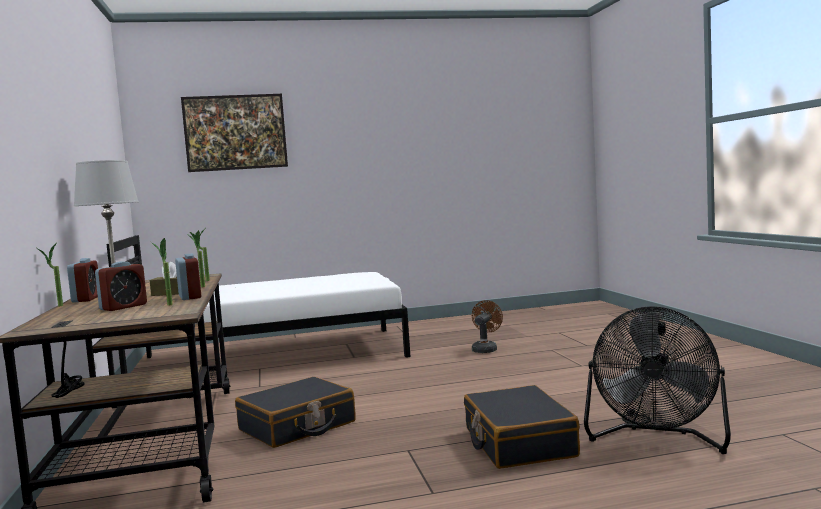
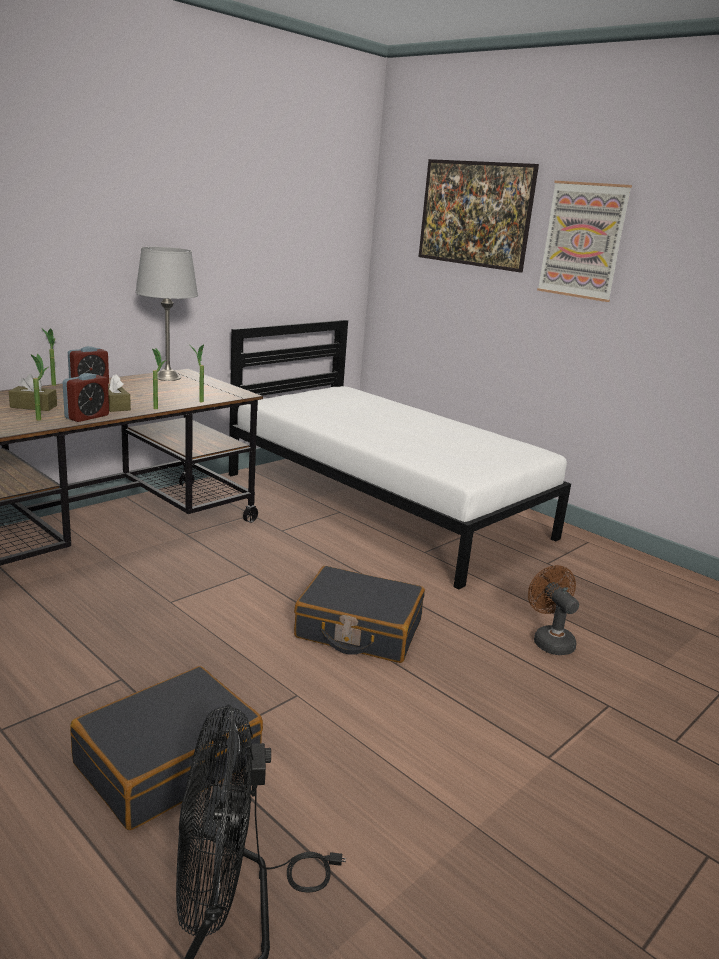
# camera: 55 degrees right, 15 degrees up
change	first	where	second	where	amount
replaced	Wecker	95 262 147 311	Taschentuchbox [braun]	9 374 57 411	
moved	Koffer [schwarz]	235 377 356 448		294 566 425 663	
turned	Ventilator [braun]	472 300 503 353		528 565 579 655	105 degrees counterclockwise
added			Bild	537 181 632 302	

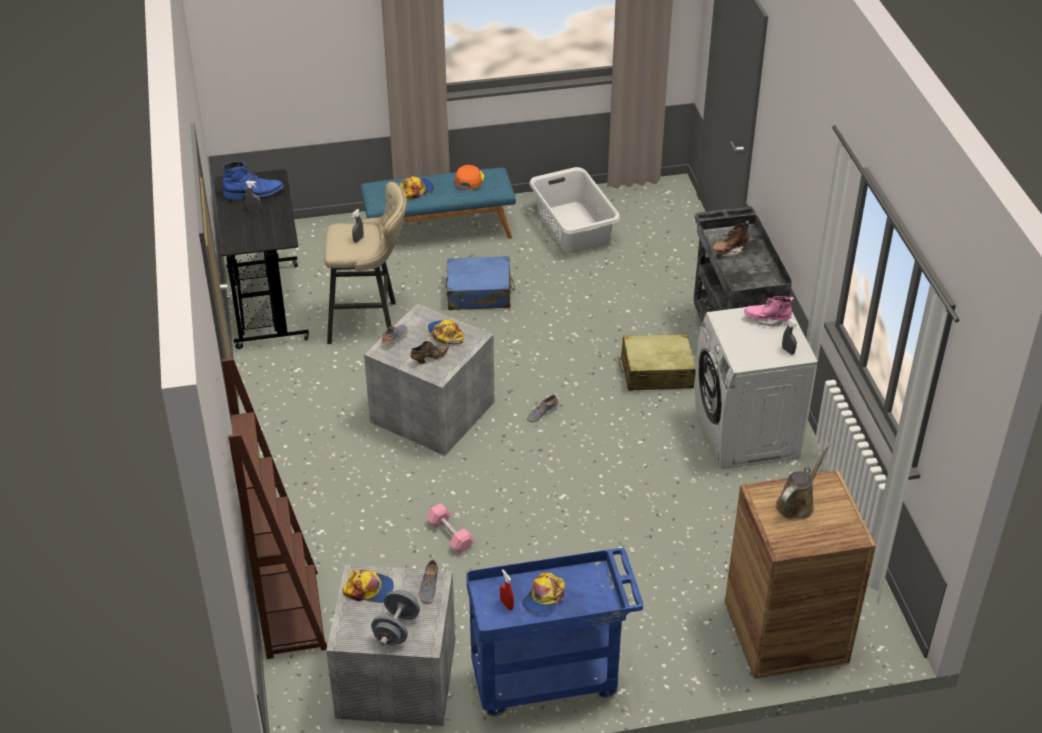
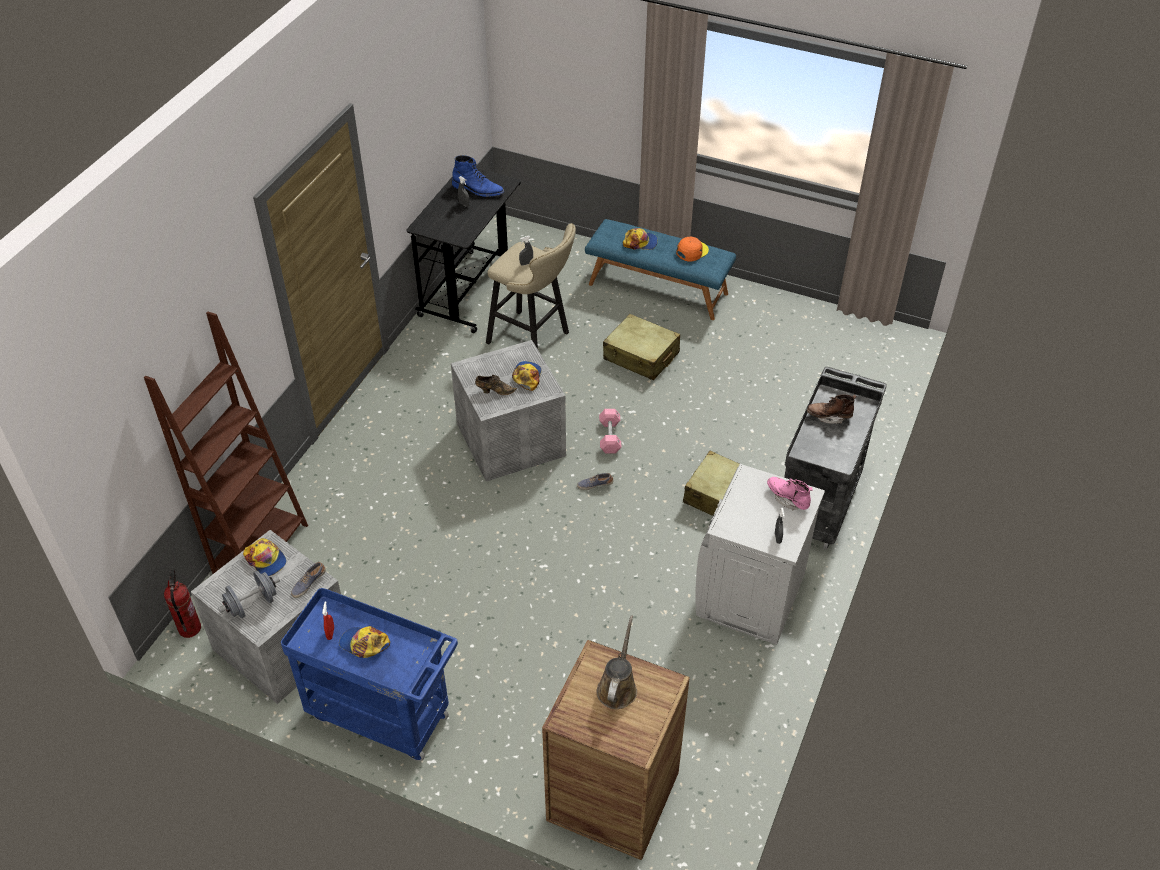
# camera: 35 degrees right, 5 degrees up
change	first	where	second	where	amount
added			Feuerlöscher	164 569 201 638	
turned	Kappe	522 572 565 614		339 626 390 658	45 degrees clockwise
turned	Gießkanne [braun]	776 443 831 521		597 615 637 709	60 degrees counterclockwise
moved	Hantel [rosa]	426 503 475 553		599 409 621 454	
recoloured	Koffer [blau]	446 256 515 310	Koffer [beige]	603 314 680 380	
removed	Schuh	382 325 408 345			
removed	Wäschekorb [grau]	529 167 620 253			

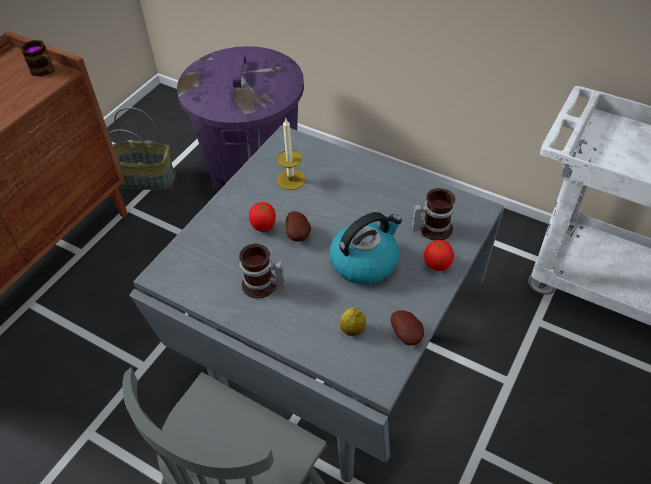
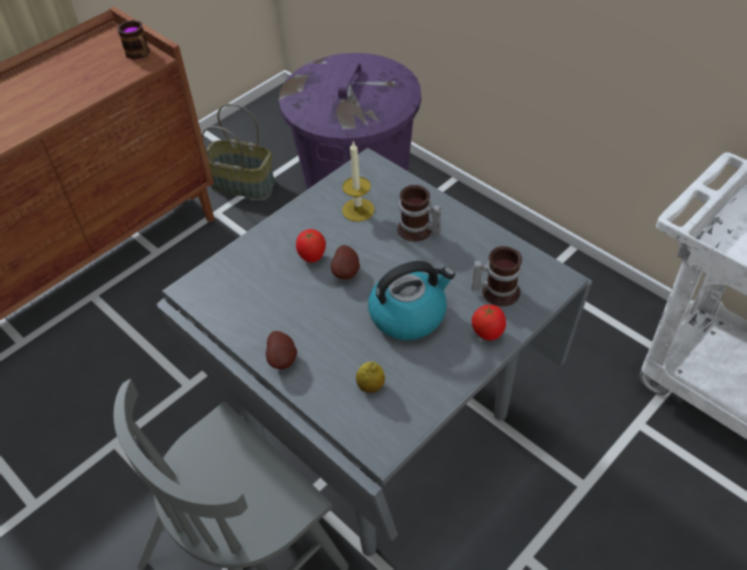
# camera: 15 degrees right, 0 degrees up
change	first	where	second	where	amount
moved	Kartoffel	391 310 424 345		266 331 297 369	
moved	Henkelbecher	239 244 285 298		397 185 441 242	

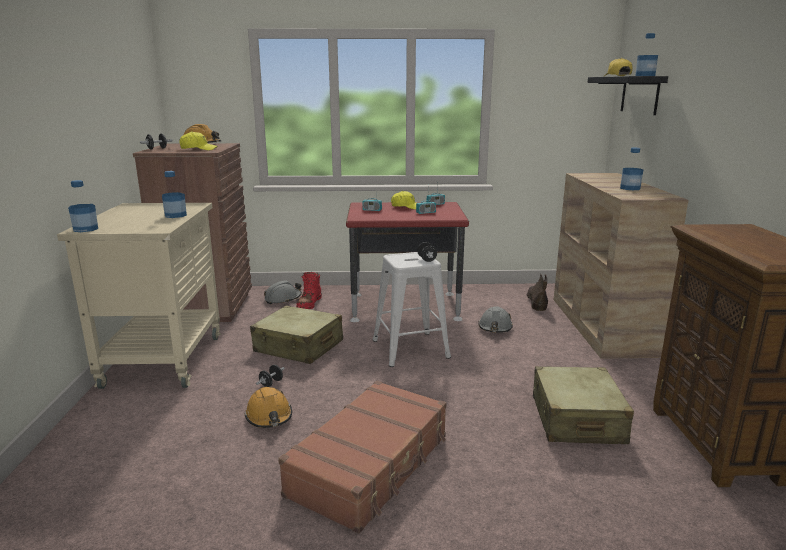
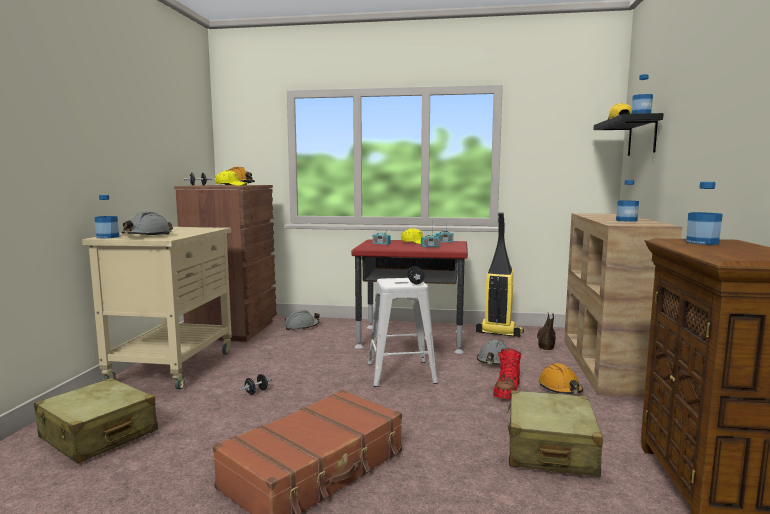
# camera: 10 degrees right, 10 degrees down
change	first	where	second	where	amount
moved	Koffer [beige]	250 305 343 364		34 378 158 464	
added			Schutzhelm [grau]	122 211 173 235	
added			Staubsauger	476 212 524 338	
moved	Stiefel [rot]	296 272 322 309		493 348 522 399	
moved	Schutzhelm [orange]	244 387 292 428		539 363 583 394	
moved	Flasche	162 171 187 218		686 182 723 245	

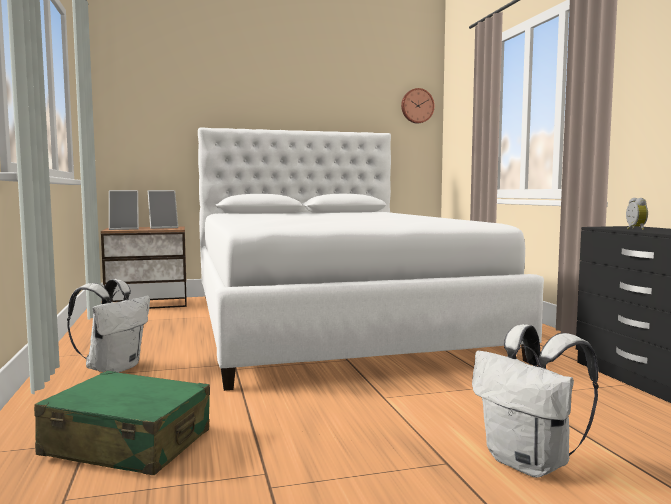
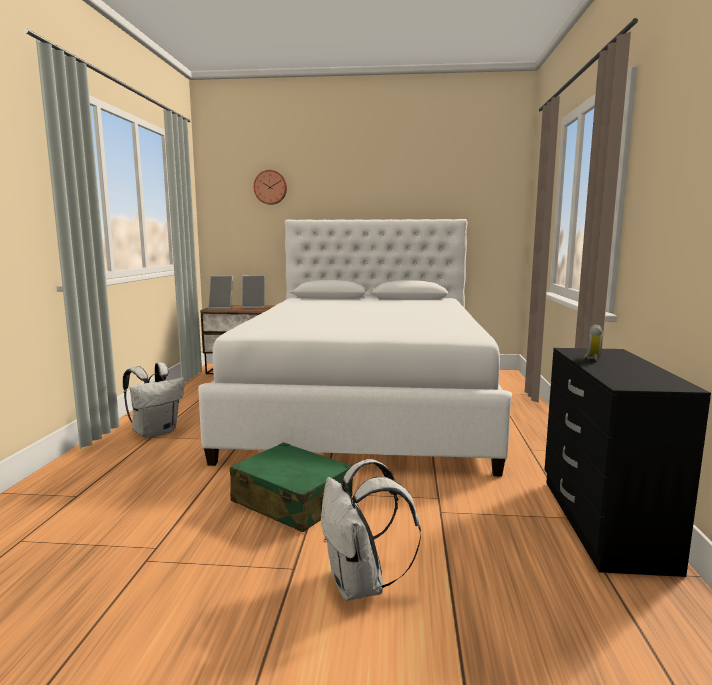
# camera: 20 degrees right, 5 degrees up
change	first	where	second	where	amount
moved	Koffer [grün]	34 371 210 475		230 442 353 532	
moved	Wanduhr	401 88 434 123		253 170 287 205	

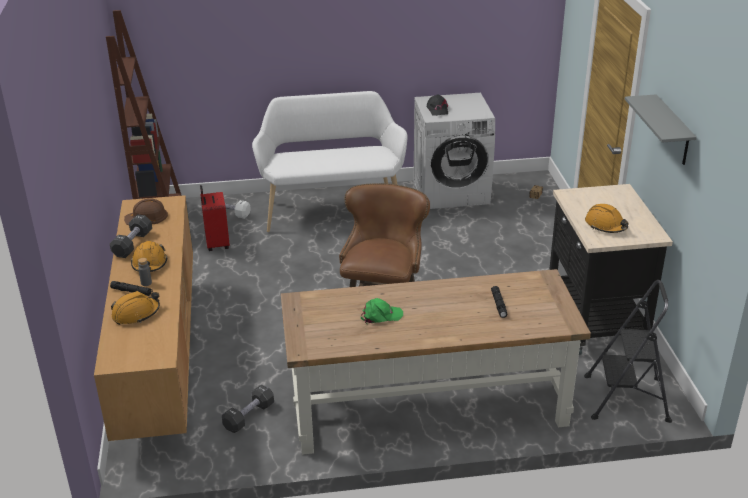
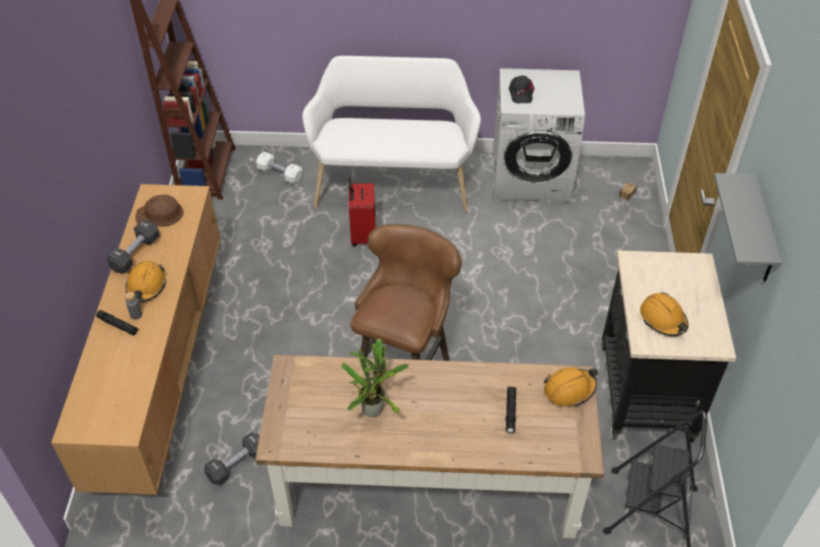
# camera: 10 degrees right, 15 degrees up
change	first	where	second	where	amount
replaced	Kappe [grün]	361 298 403 324	Topfpflanze	341 338 409 417	
moved	Koffer [rot]	200 185 230 251		349 178 376 246	
moved	Schutzhelm [orange]	111 291 160 325		544 368 598 406	

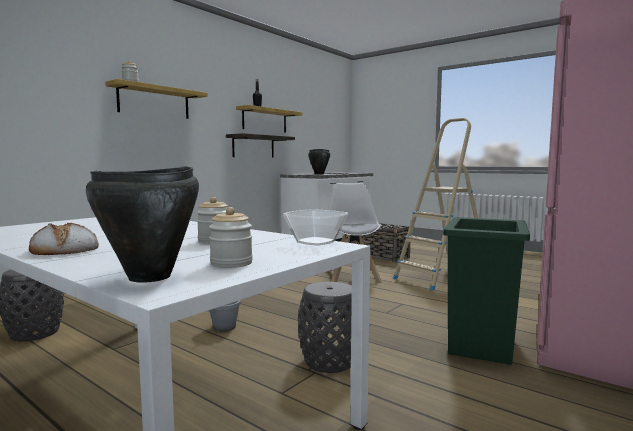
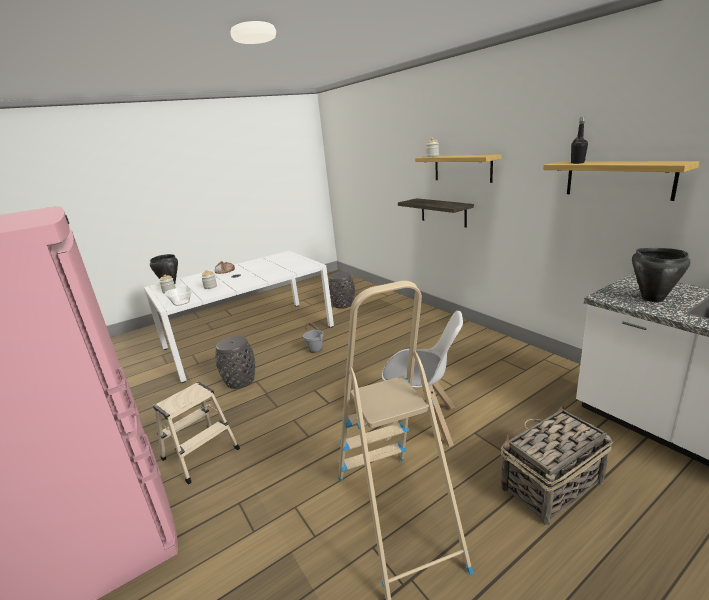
# camera: 110 degrees right, 15 degrees up
change	first	where	second	where	amount
replaced	Mülleimer [grün]	443 217 530 365	Trittleiter [beige]	153 381 240 484	
moved	Wandregal	226 133 295 158		398 198 474 228	

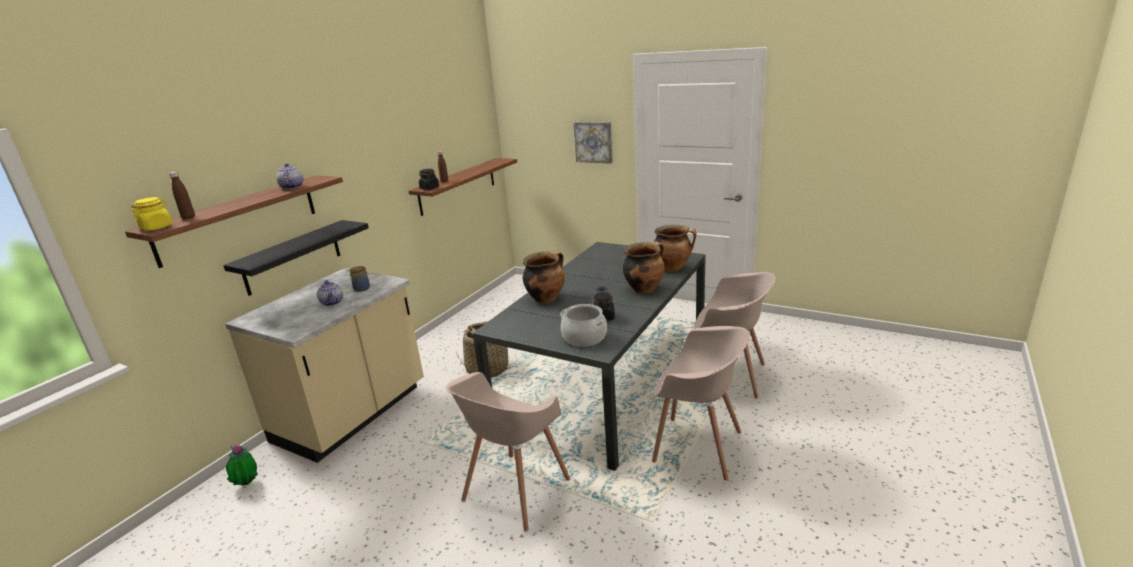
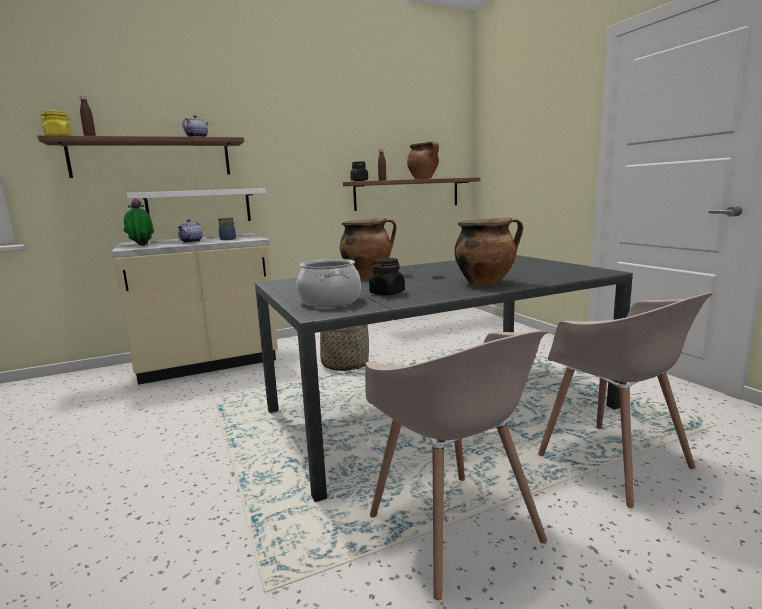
# camera: 35 degrees right, 10 degrees down
change	first	where	second	where	amount
moved	Topfpflanze	226 445 258 486		124 198 154 246	
recoloured	Wandregal [schwarz]	223 220 369 296	Wandregal [weiß]	127 188 266 221	
moved	Kochtopf	654 225 697 271		407 142 439 179	
removed	Stuhl [beige]	446 372 570 531			
removed	Bild	574 122 613 164			

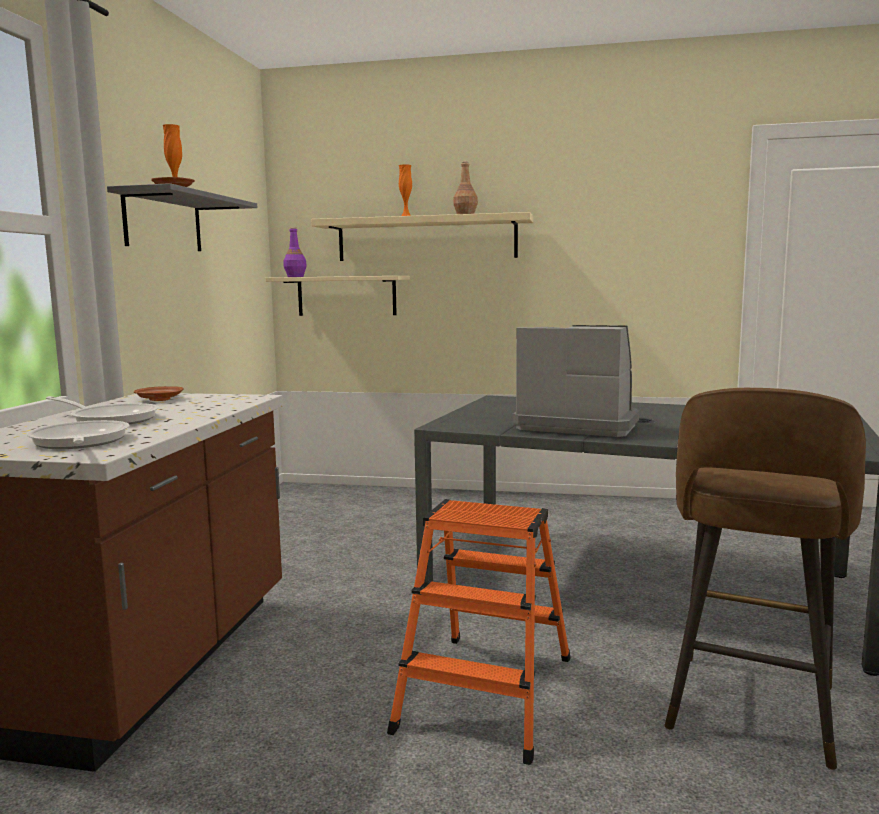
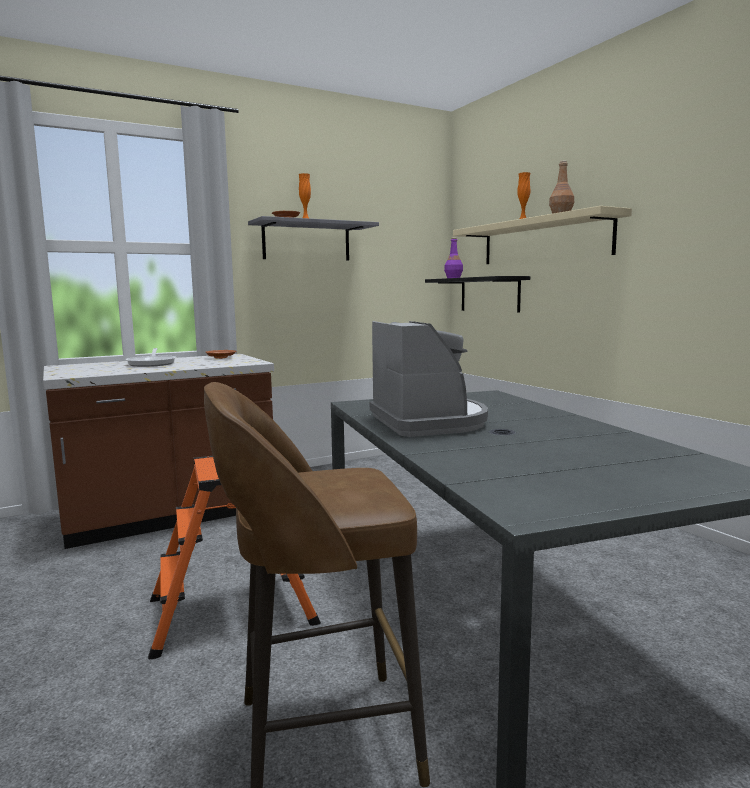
# camera: 50 degrees right, 0 degrees up
change	first	where	second	where	amount
recoloured	Wandregal [beige]	265 276 410 316	Wandregal [schwarz]	425 276 530 312	
removed	Pfanne	27 420 130 449			

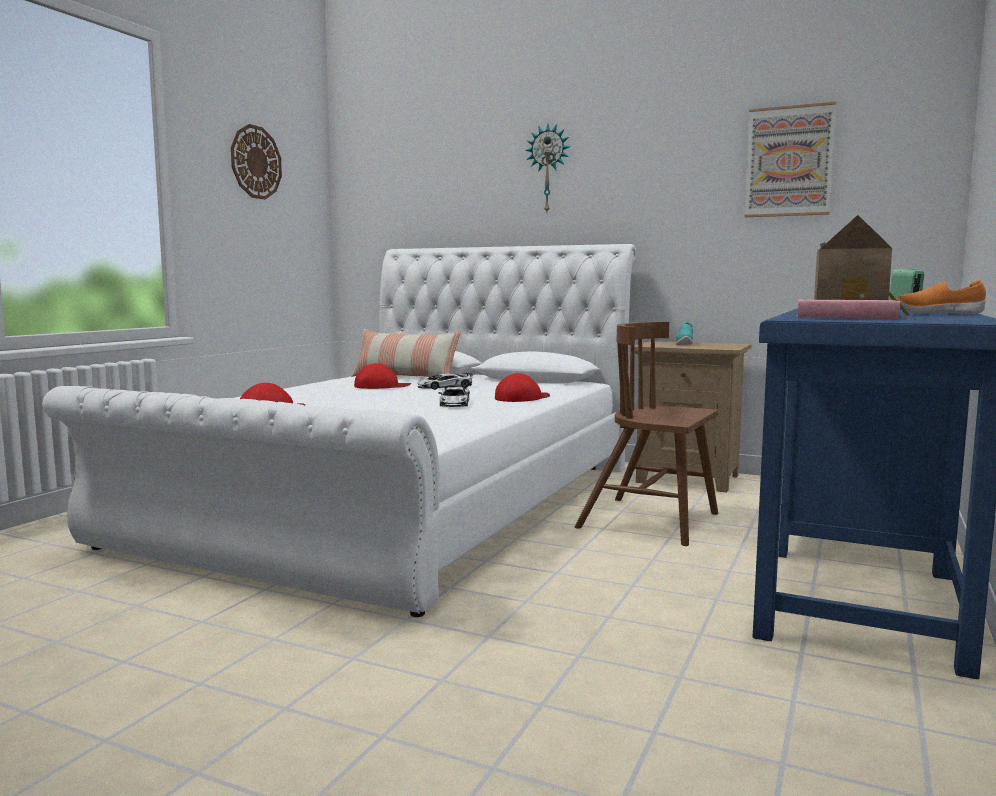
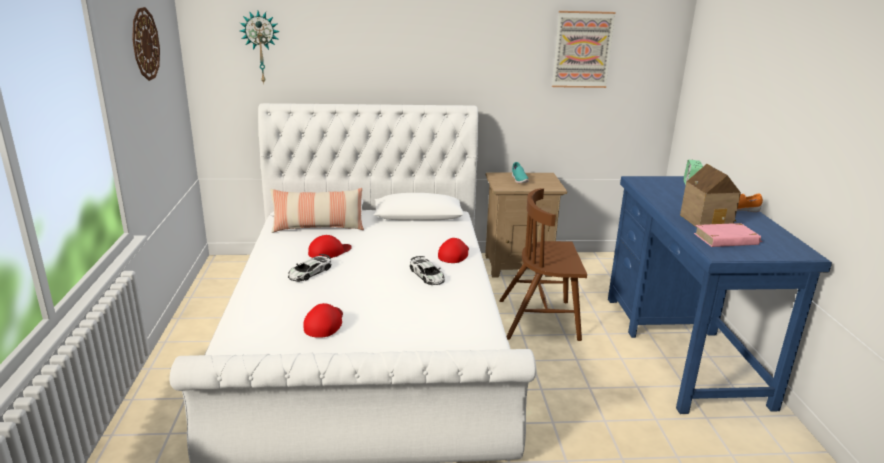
# camera: 30 degrees left, 15 degrees up
change	first	where	second	where	amount
moved	Wanduhr	525 124 570 212		240 11 280 83	
moved	Spielzeugauto	417 373 473 390		288 254 331 282	

